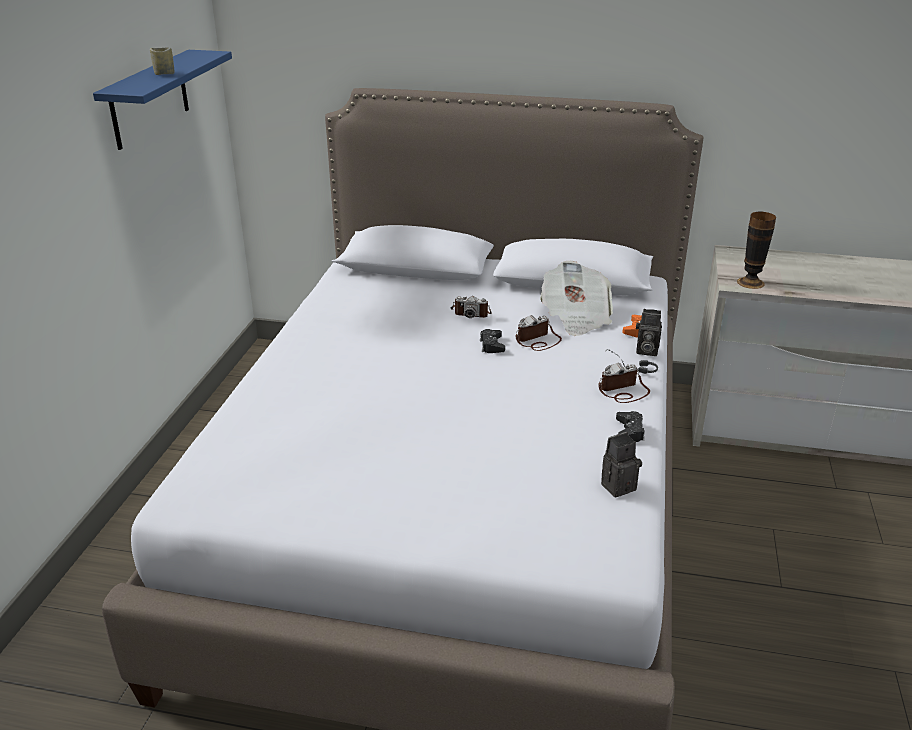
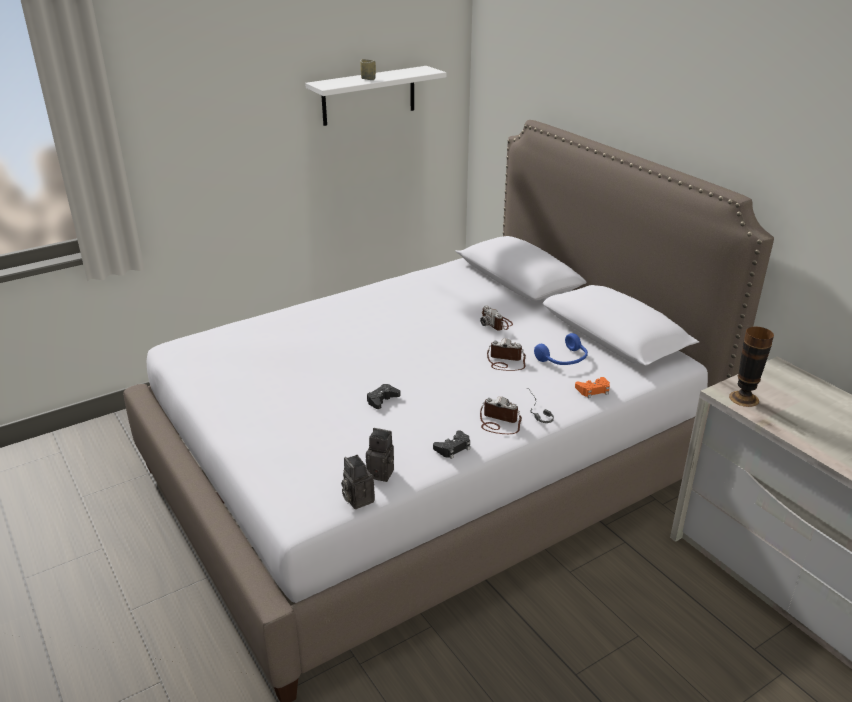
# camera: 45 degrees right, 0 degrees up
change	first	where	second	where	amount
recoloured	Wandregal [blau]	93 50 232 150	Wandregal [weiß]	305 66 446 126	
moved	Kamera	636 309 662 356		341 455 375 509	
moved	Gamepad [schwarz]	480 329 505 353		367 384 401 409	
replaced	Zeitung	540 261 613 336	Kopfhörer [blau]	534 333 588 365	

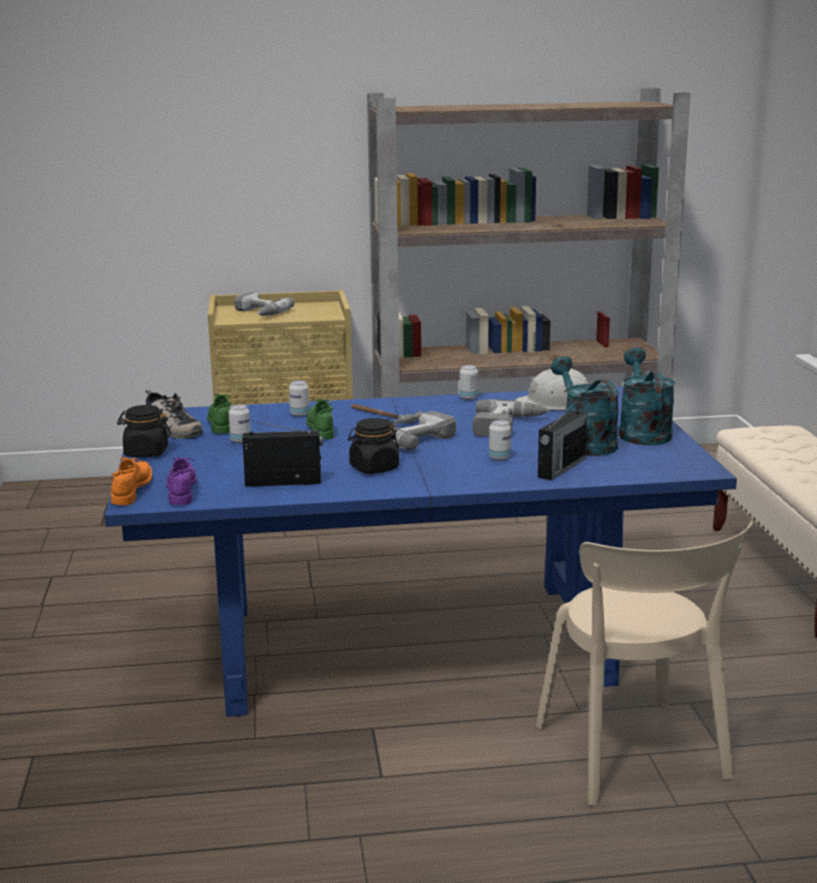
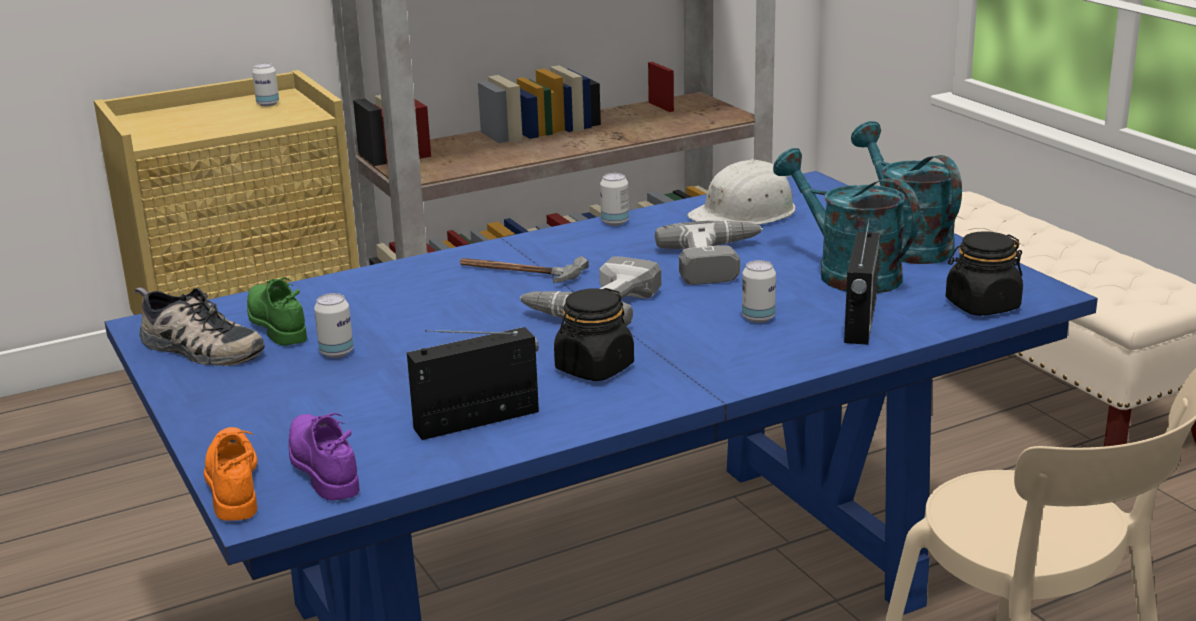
# camera: 20 degrees left, 5 degrees up
change	first	where	second	where	amount
moved	Dose	289 380 309 417		252 63 279 106	
moved	Vorratsglas [schwarz]	117 405 171 457		946 231 1023 316	
removed	Bohrmaschine	234 292 295 316			
removed	Schuh [grün]	306 399 334 439			

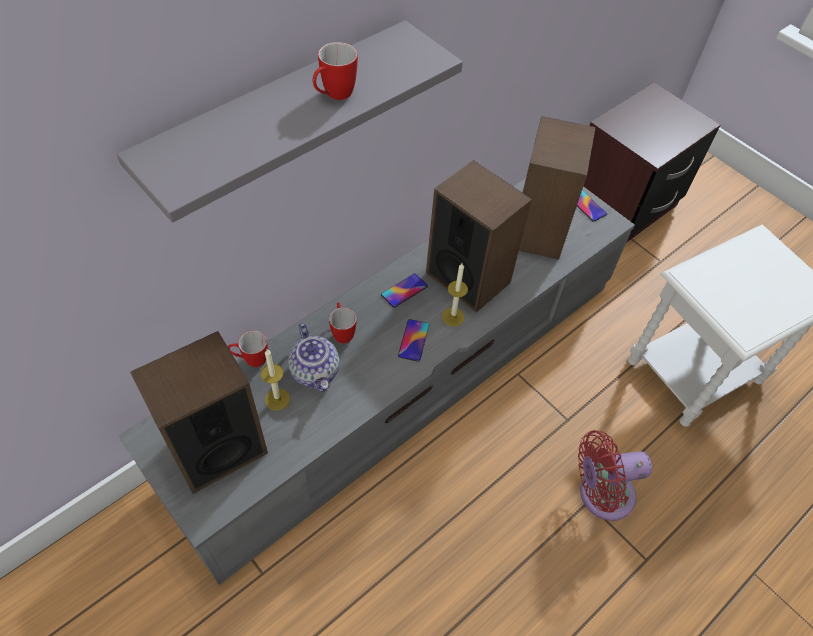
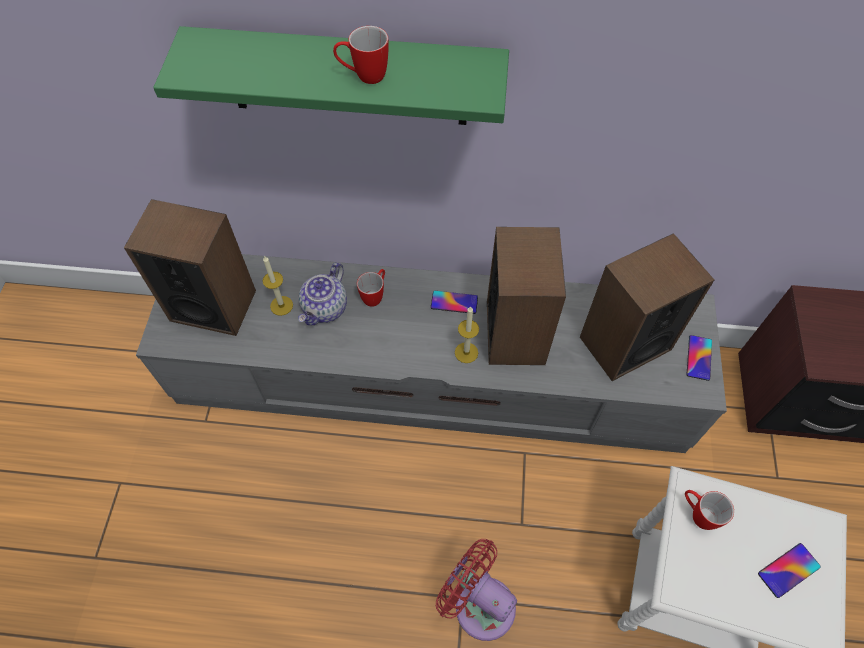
# camera: 50 degrees right, 5 degrees up
change	first	where	second	where	amount
recoloured	Wandregal [grau]	117 20 463 223	Wandregal [grün]	153 26 509 125	
moved	Henkelbecher	228 331 268 367		685 490 734 530	
moved	Handy	398 319 429 362		758 543 821 598	

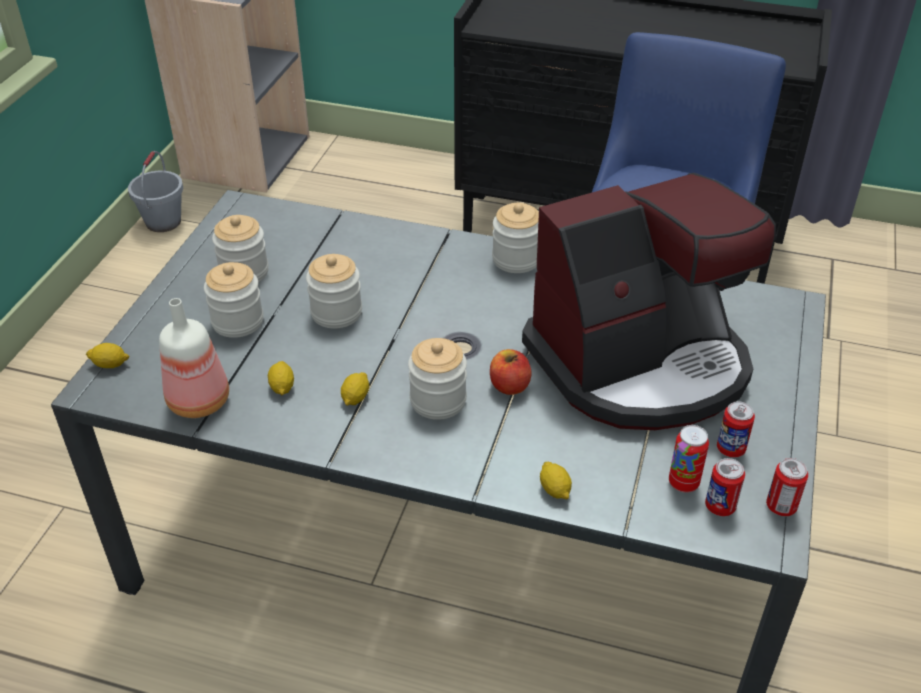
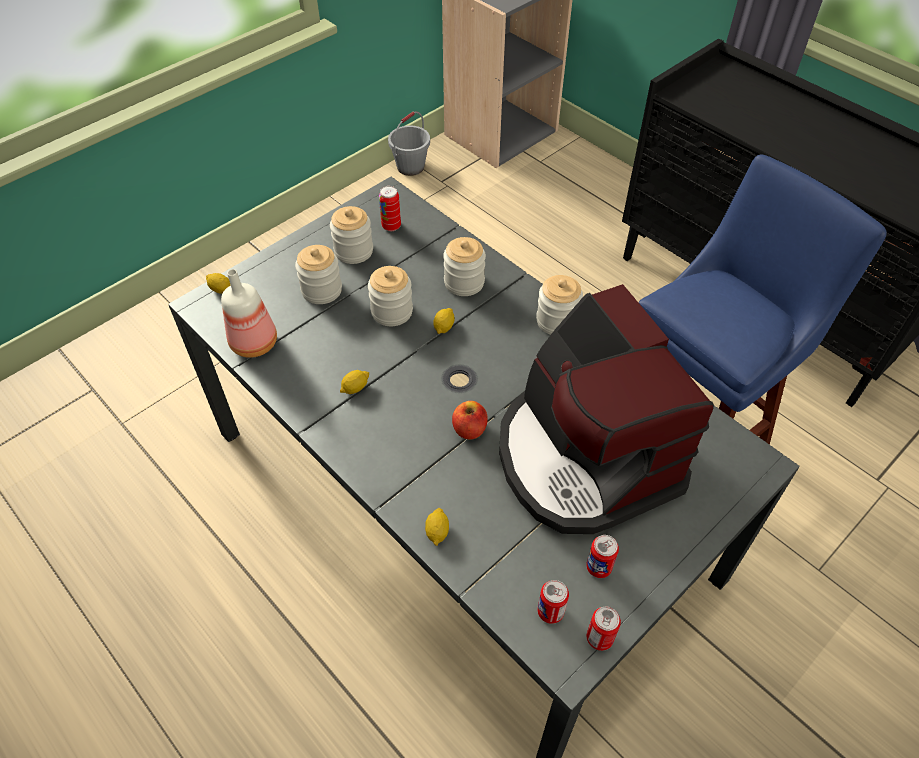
# camera: 30 degrees right, 10 degrees up
change	first	where	second	where	amount
moved	Dose	669 425 709 493		379 186 401 231	
moved	Zitrone	268 361 294 395		433 308 455 334	
moved	Vorratsglas	408 338 467 420		443 237 486 296	
turned	Kaffeemaschine	522 173 776 430		499 284 714 534	60 degrees clockwise

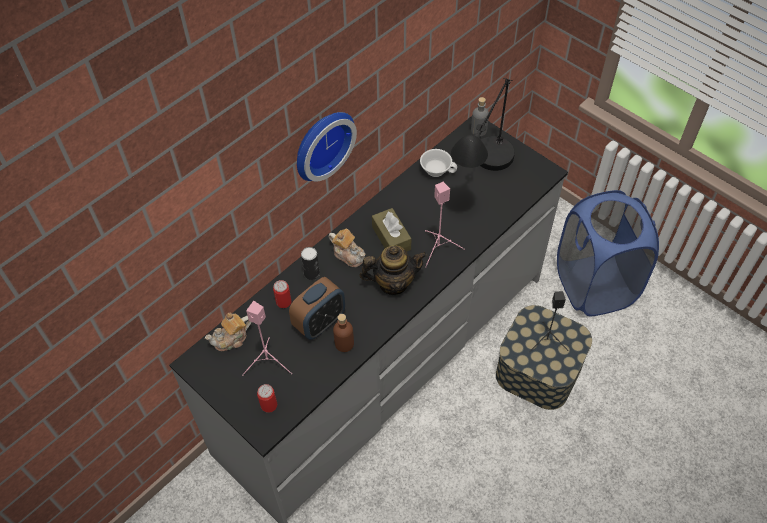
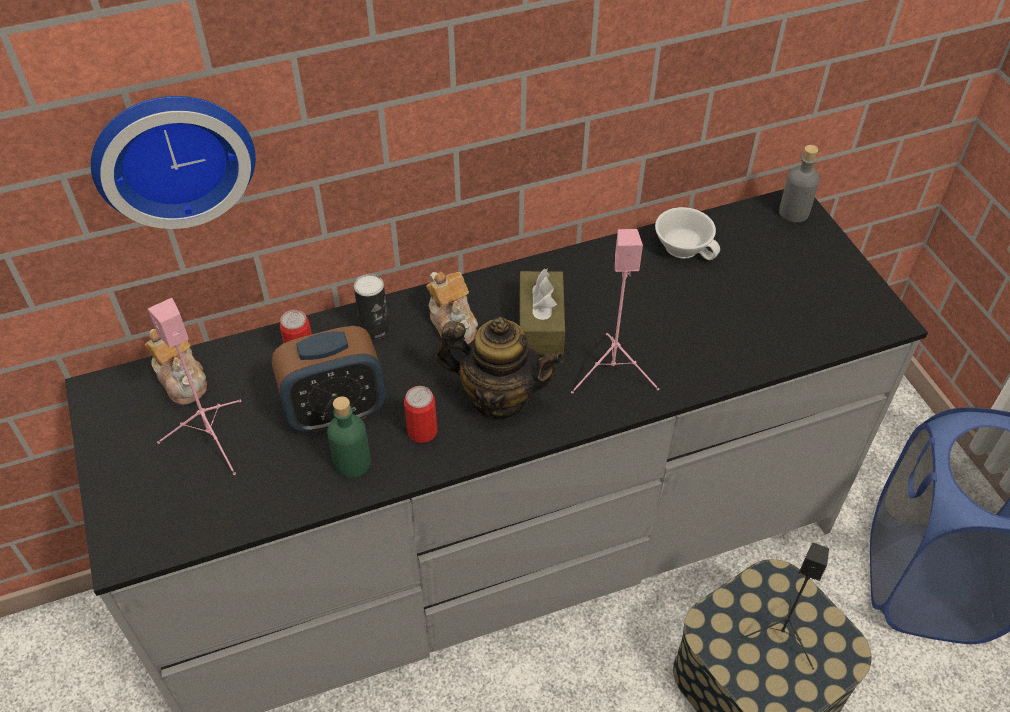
# camera: 25 degrees right, 5 degrees down
change	first	where	second	where	amount
moved	Wanduhr	297 112 357 182		91 96 256 229	
turned	Teekanne	205 313 251 351		144 329 207 405	120 degrees counterclockwise
recoloured	Flasche [braun]	333 314 354 352	Flasche [grün]	327 396 371 478	
moved	Dose	257 384 277 413		404 386 438 443	
removed	Tischlampe [schwarz]	451 78 515 171			

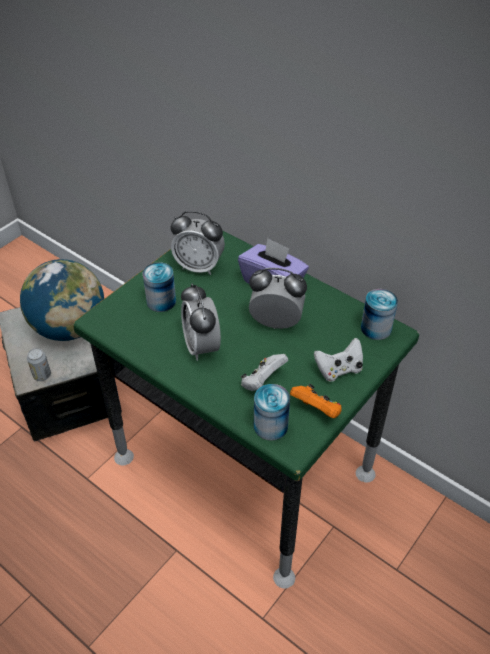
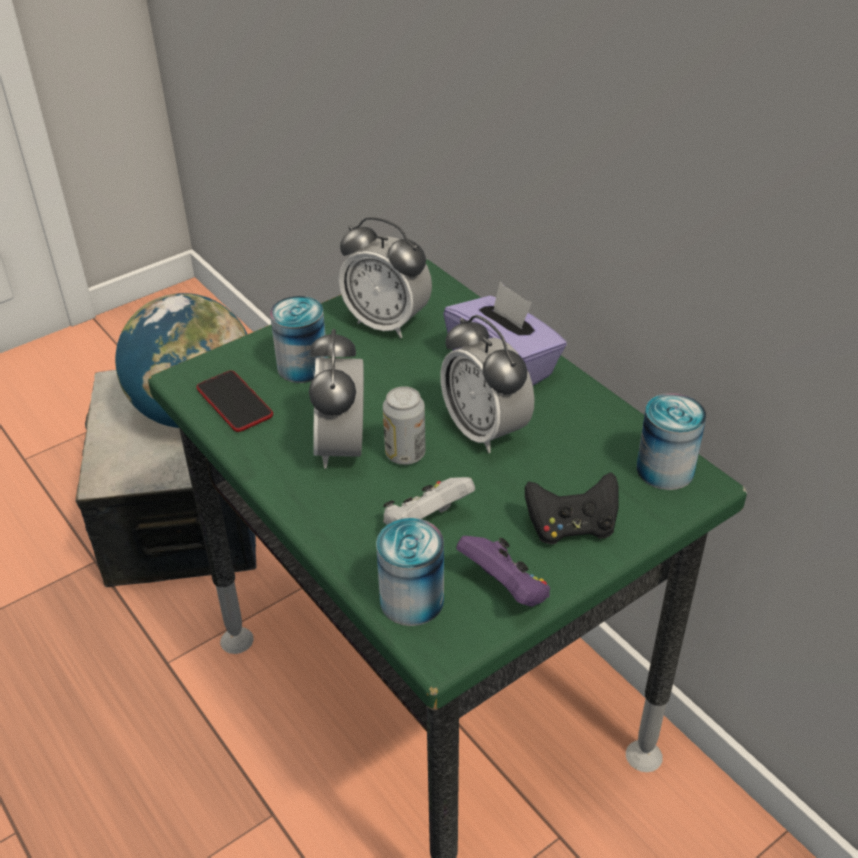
# camera: 15 degrees right, 5 degrees down
change	first	where	second	where	amount
added			Handy	197 371 273 432	
moved	Dose	27 348 51 381		383 386 425 465	
turned	Wecker	249 268 307 329		440 315 535 453	150 degrees counterclockwise
recoloured	Gamepad [orange]	290 384 342 418	Gamepad [lila]	456 536 550 607	
recoloured	Gamepad [weiß]	314 338 363 382	Gamepad [schwarz]	525 472 619 544	

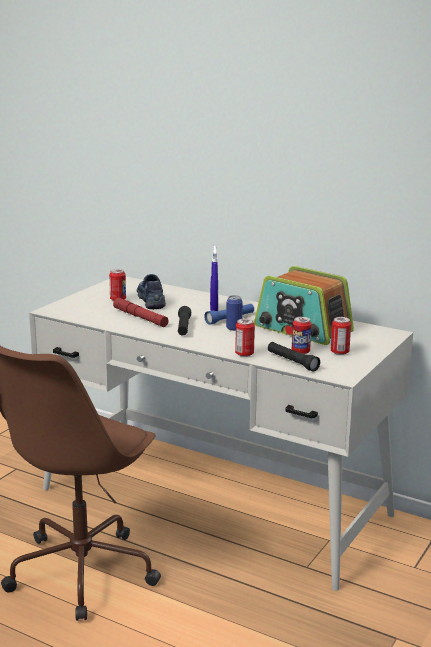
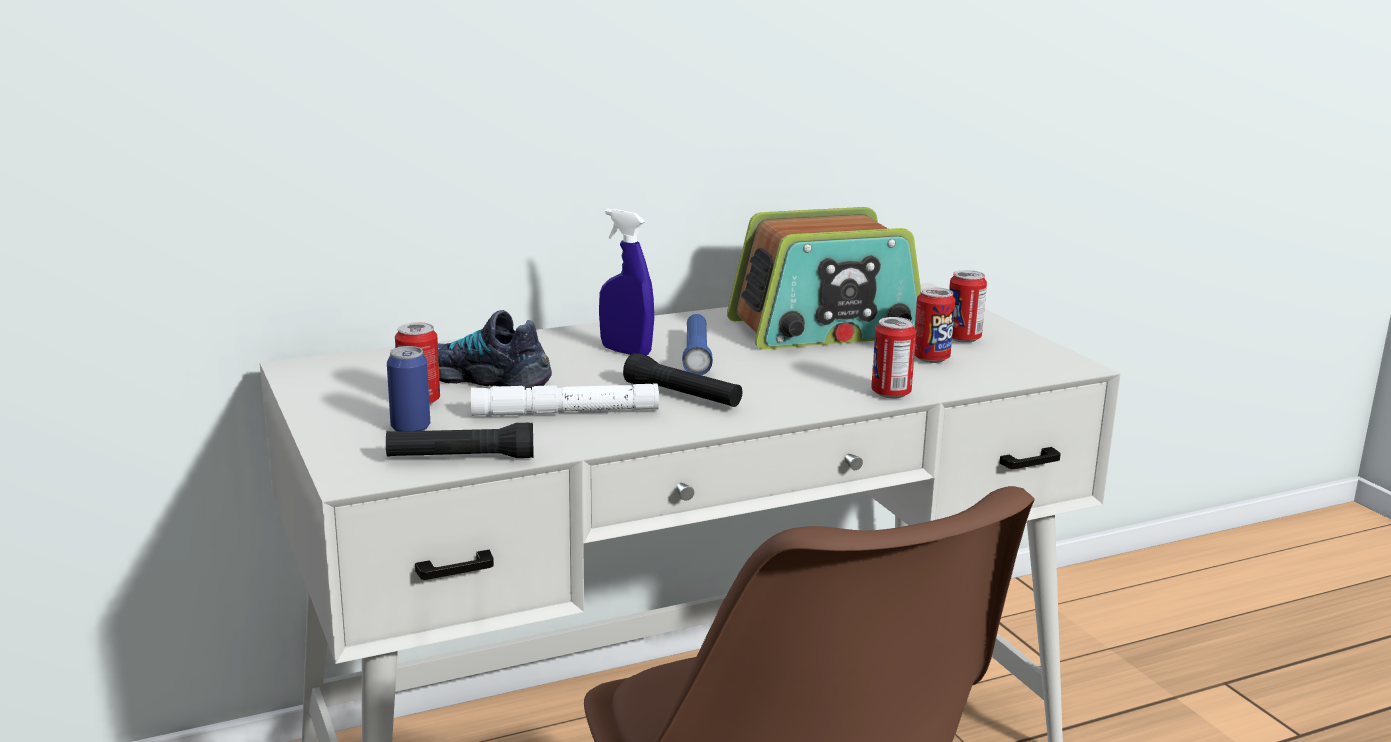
# camera: 55 degrees left, 0 degrees up
change	first	where	second	where	amount
moved	Taschenlampe [schwarz]	268 342 320 372		386 423 534 458	
moved	Dose	226 295 243 331		387 346 430 431	
recoloured	Taschenlampe [rot]	113 298 169 327	Taschenlampe [weiß]	471 383 659 416	

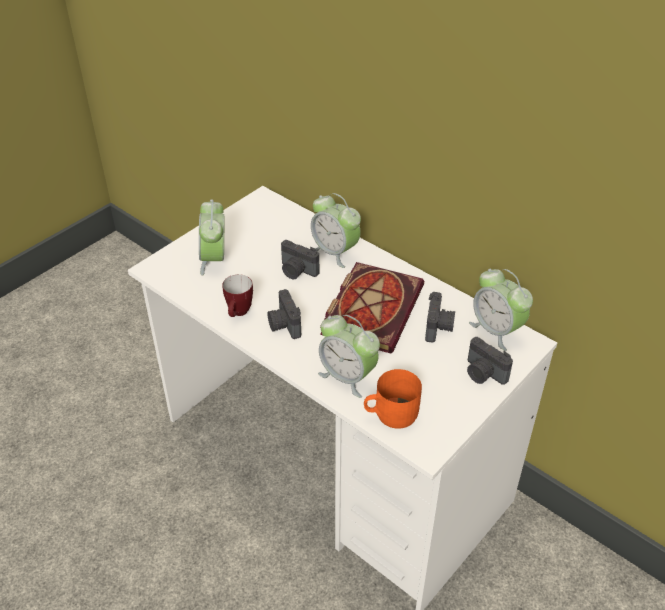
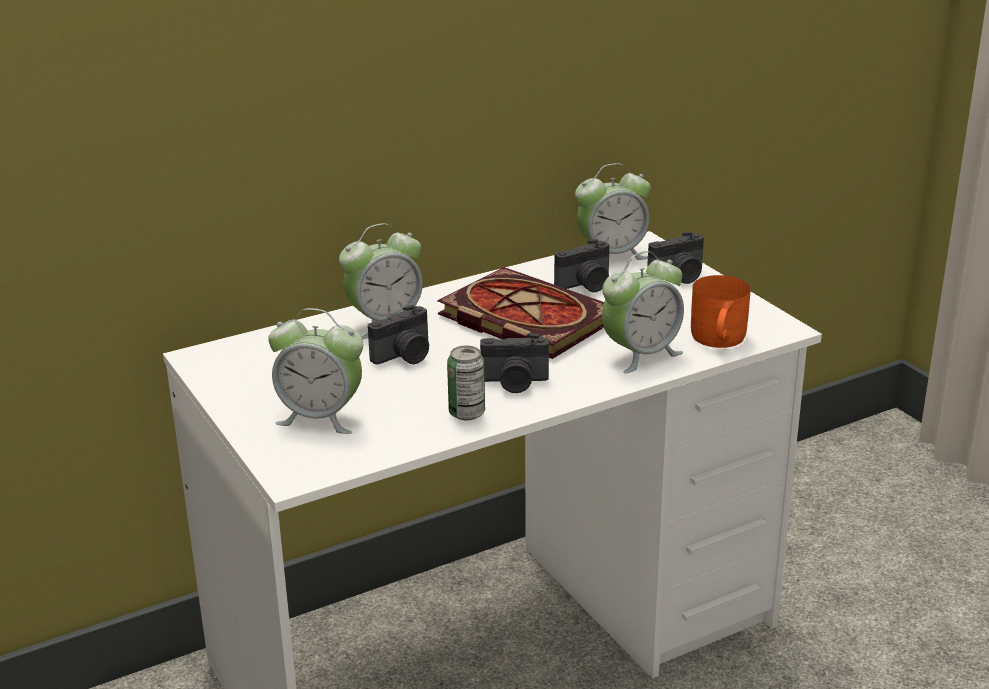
# camera: 70 degrees left, 15 degrees down
change	first	where	second	where	amount
replaced	Henkelbecher	222 274 253 317	Dose	447 346 485 420	
turned	Kamera	425 292 455 343		554 239 609 292	120 degrees clockwise

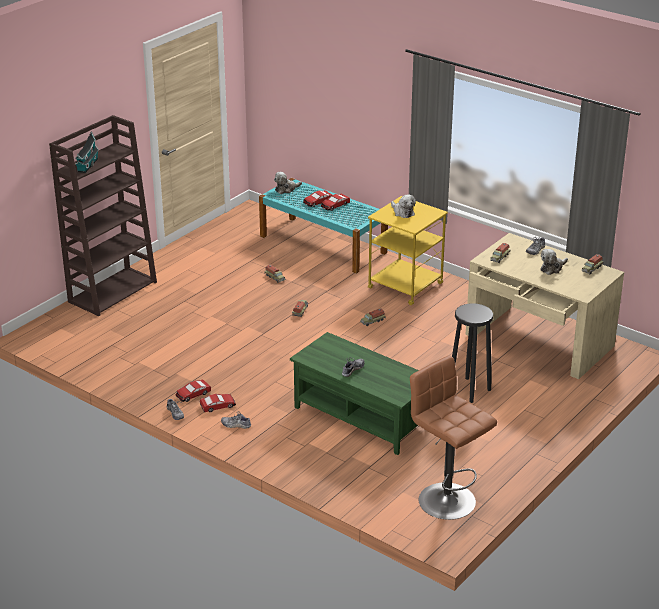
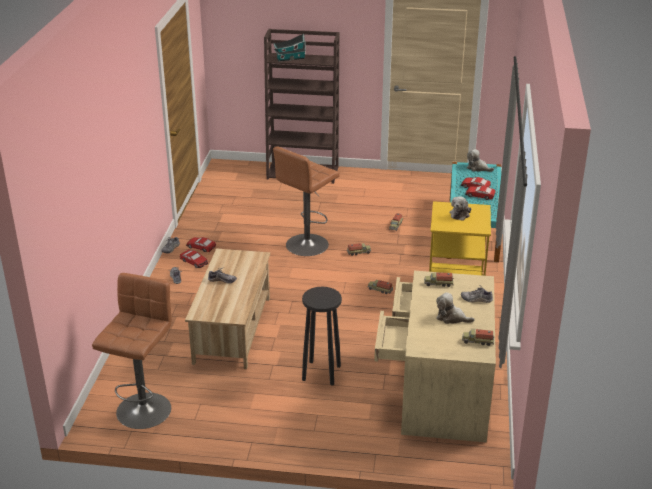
# camera: 60 degrees right, 0 degrees up
change	first	where	second	where	amount
recoloured	Couchtisch [grün]	290 332 419 455	Couchtisch [beige]	185 248 270 369	
added			Hocker [braun]	273 146 340 256	

